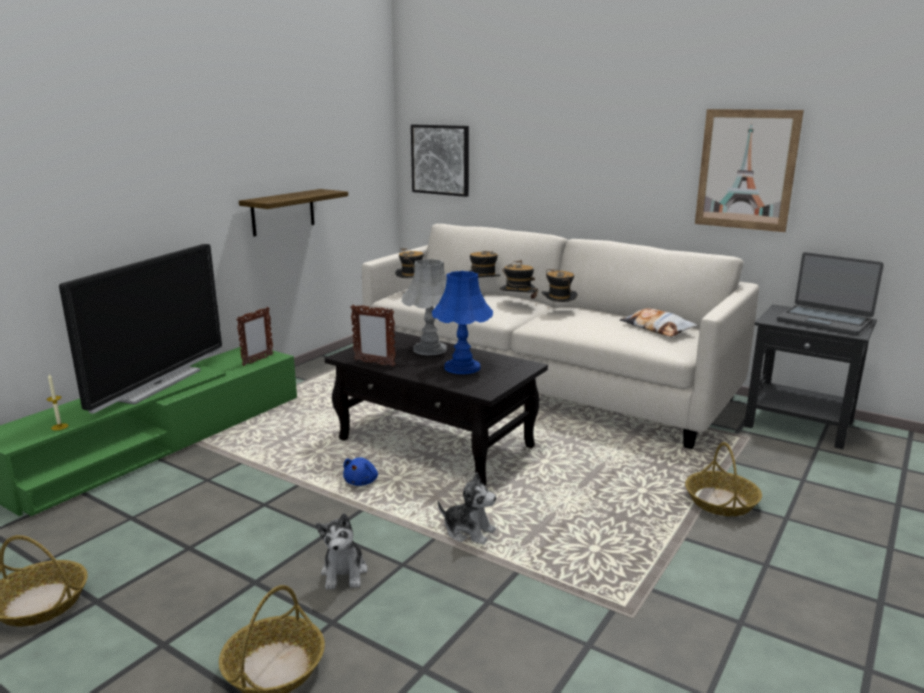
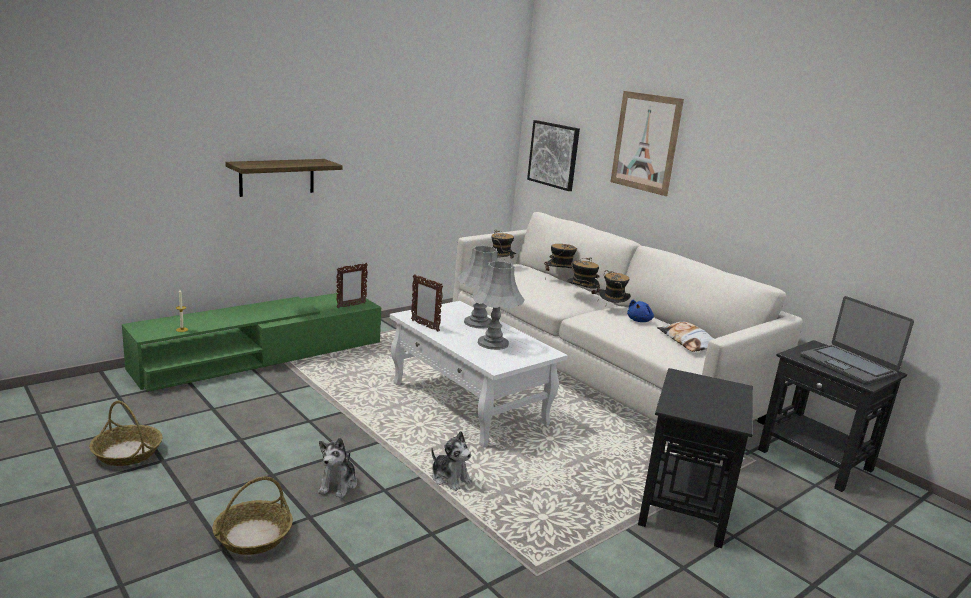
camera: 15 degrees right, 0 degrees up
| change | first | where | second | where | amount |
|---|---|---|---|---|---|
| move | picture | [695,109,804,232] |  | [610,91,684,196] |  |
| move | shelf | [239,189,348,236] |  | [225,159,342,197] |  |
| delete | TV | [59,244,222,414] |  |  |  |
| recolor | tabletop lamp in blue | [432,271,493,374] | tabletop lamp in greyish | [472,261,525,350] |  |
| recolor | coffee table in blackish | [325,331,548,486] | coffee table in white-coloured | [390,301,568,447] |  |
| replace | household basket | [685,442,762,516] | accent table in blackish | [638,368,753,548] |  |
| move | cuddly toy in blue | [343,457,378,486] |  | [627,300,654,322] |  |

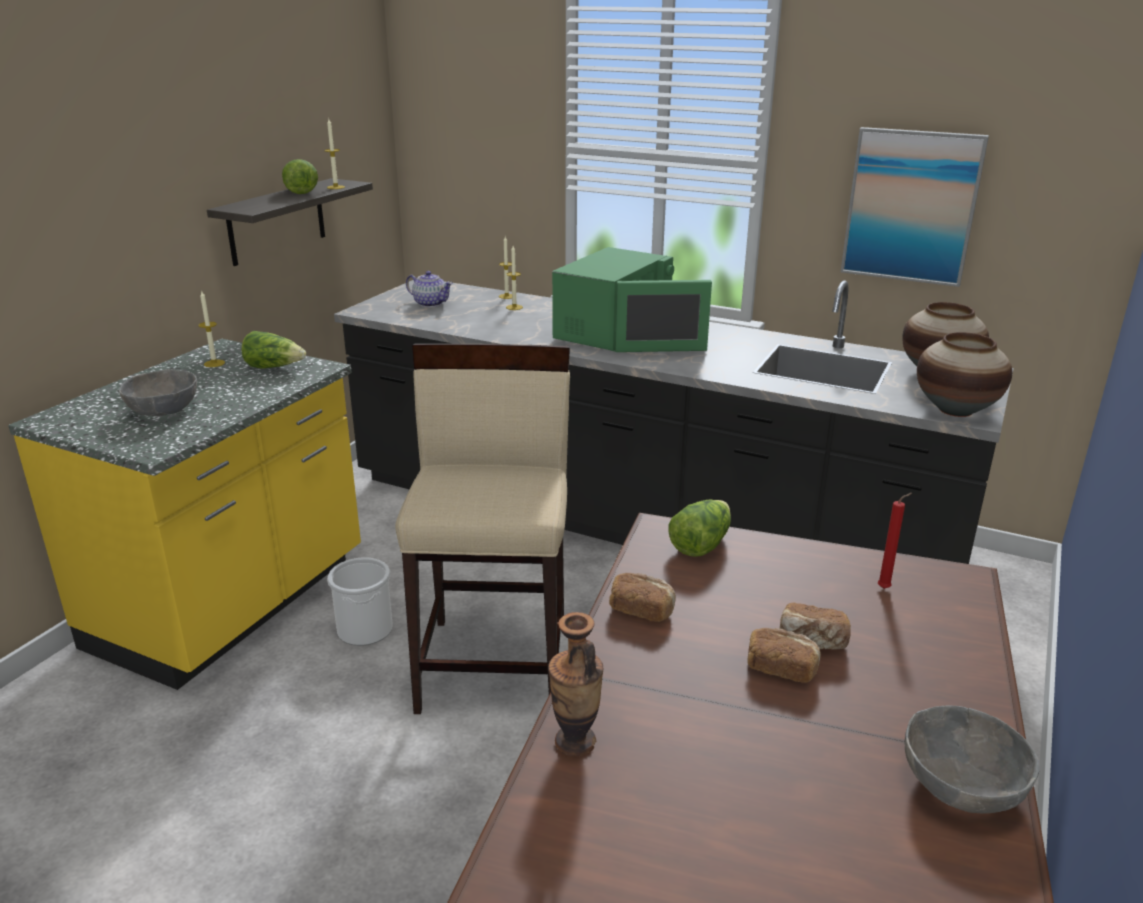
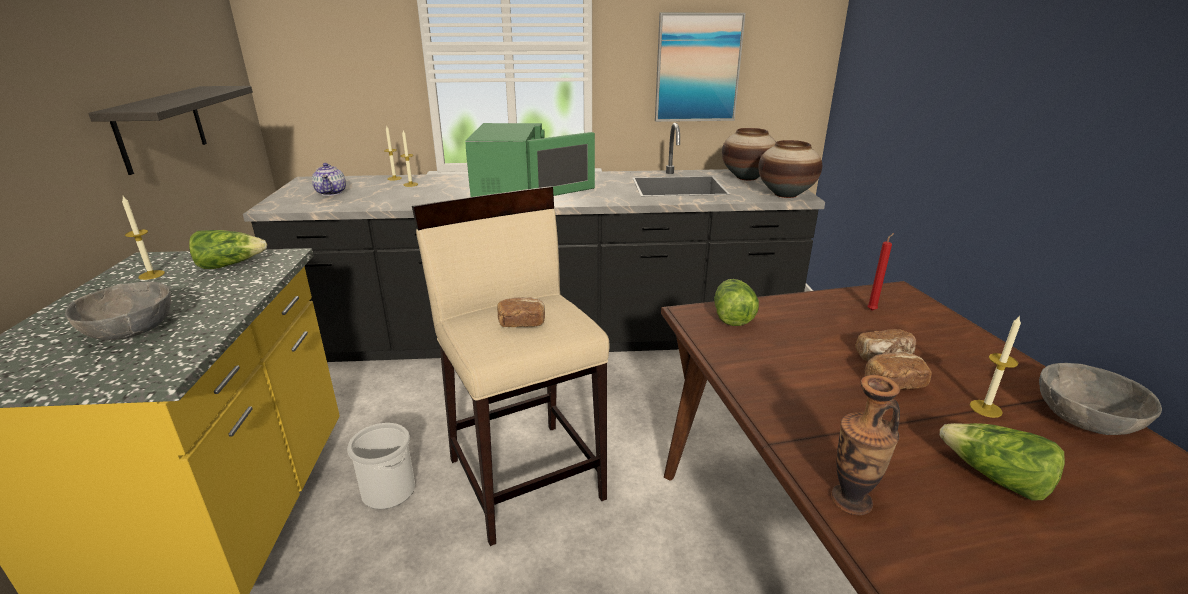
camera: 30 degrees left, 0 degrees up
| change | first | where | second | where | amount |
|---|---|---|---|---|---|
| move | wax light | [324,119,345,189] |  | [970,315,1021,418] |  |
| move | lettuce head | [282,159,318,194] |  | [940,423,1065,501] |  |
| rotate | teapot | [406,271,453,307] |  | [312,163,346,196] | 75 degrees clockwise |
| move | bakery bread | [609,573,676,622] |  | [497,297,545,327] |  |

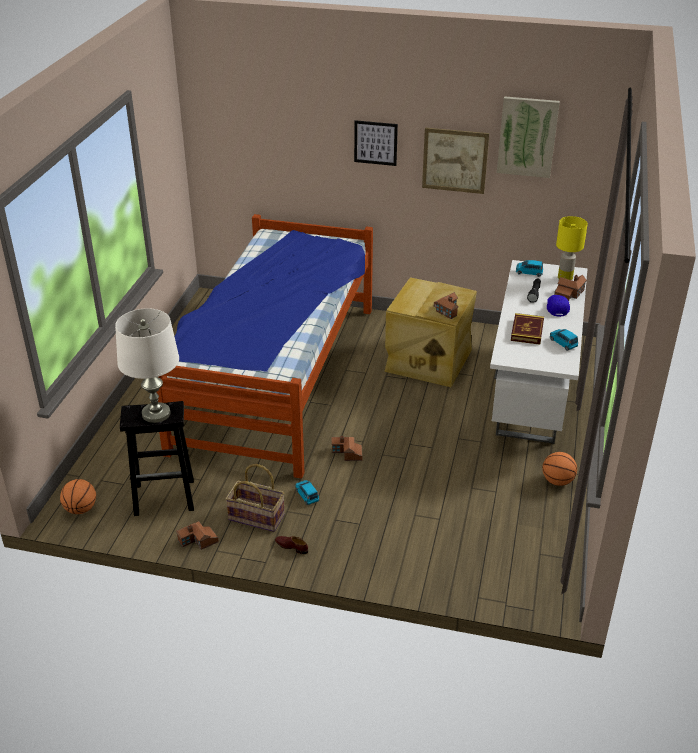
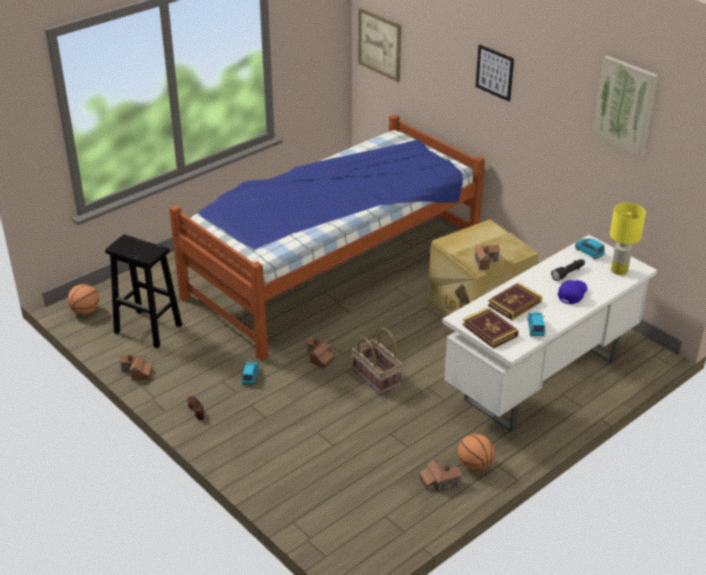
camera: 35 degrees right, 0 degrees up
| change | first | where | second | where | amount |
|---|---|---|---|---|---|
| move | picture | [422,128,489,194] |  | [358,8,401,82] |  |
| move | model house | [554,274,587,301] |  | [419,460,462,492] |  |
| delete | tabletop lamp in white-coloured | [115,308,179,423] |  |  |  |
| move | household basket | [225,464,285,532] |  | [352,328,402,395] |  |
| insert |  |  | bound book | [463,307,519,349] |  |

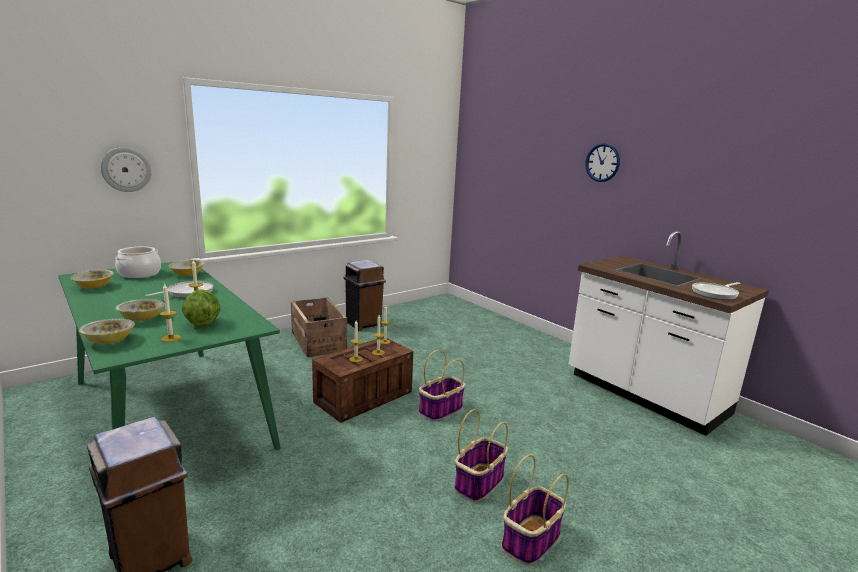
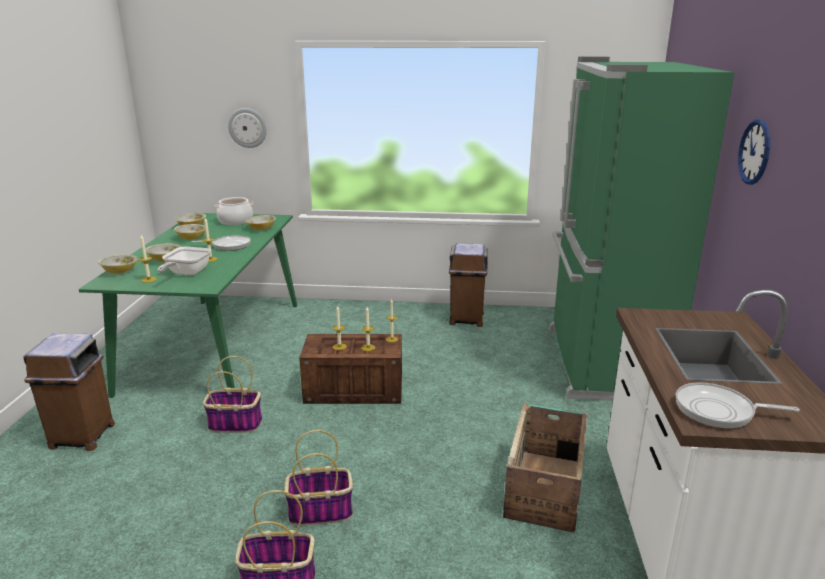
camera: 45 degrees right, 5 degrees up
| change | first | where | second | where | amount |
|---|---|---|---|---|---|
| replace | lettuce head | [182,289,220,327] | skillet | [158,247,211,275] |  |
| move | packing crate | [291,297,347,358] |  | [503,403,587,533] |  |
| move | household basket | [419,350,465,421] |  | [203,356,262,433] |  |
| insert |  |  | fridge in greenish | [549,56,735,401] |  |
| insert |  |  | deep dish | [174,224,205,240] |  |

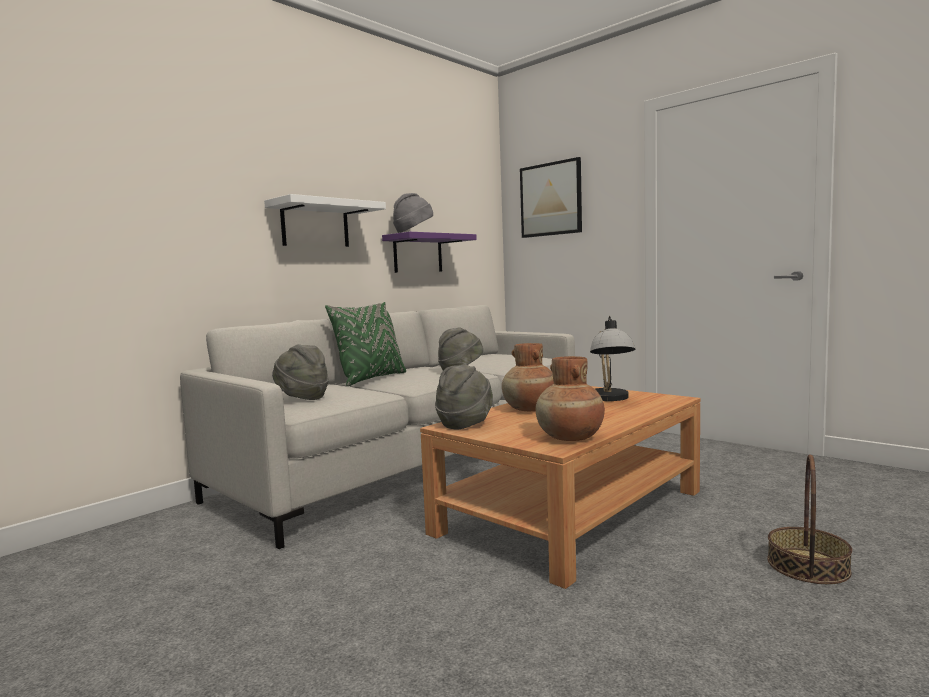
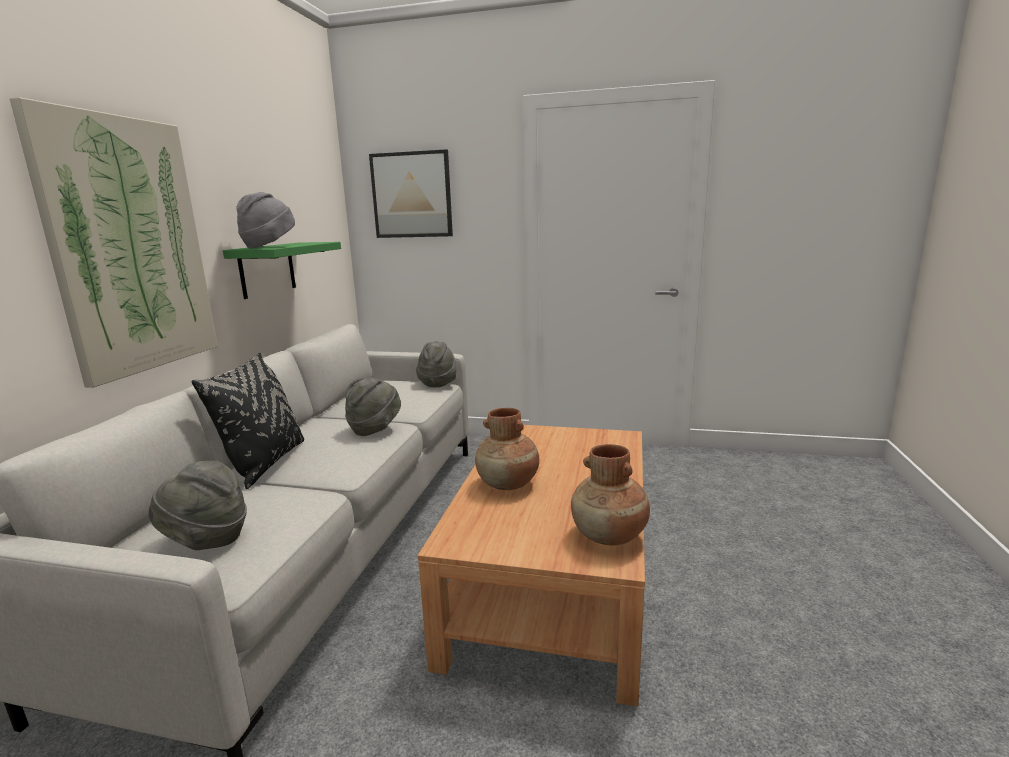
camera: 30 degrees left, 10 degrees up
| change | first | where | second | where | amount |
|---|---|---|---|---|---|
| replace | shelf in white-coloured | [264,194,386,247] | picture | [9,97,218,388] |  |
| recolor | shelf in purple | [382,232,477,273] | shelf in greenish | [223,242,341,299] |  |
| recolor | cushion in greenish | [325,302,406,386] | cushion in blackish | [192,353,304,489] |  |
| delete | tabletop lamp | [590,316,635,401] |  |  |  |
| move | wearable hat in greyish | [435,364,493,430] |  | [416,341,456,387] |  |
| delete | household basket | [767,454,852,584] |  |  |  |

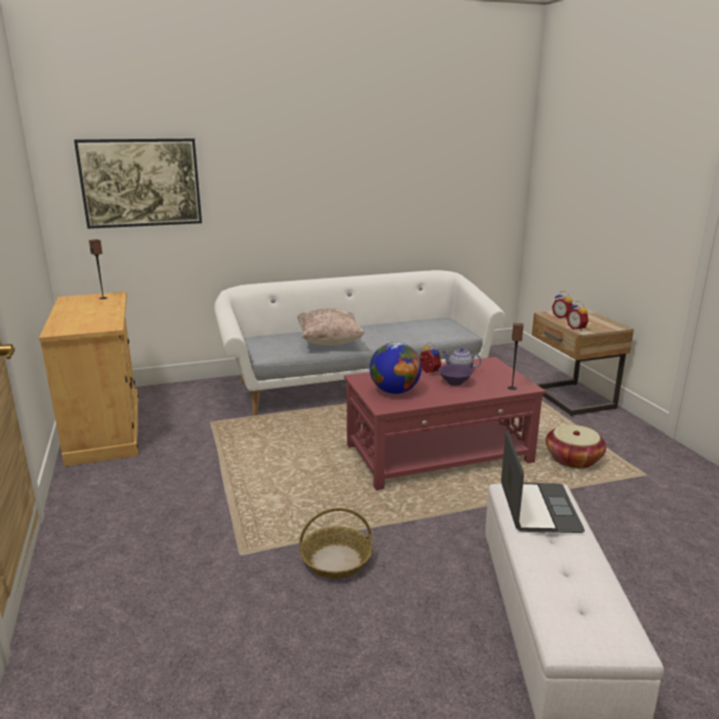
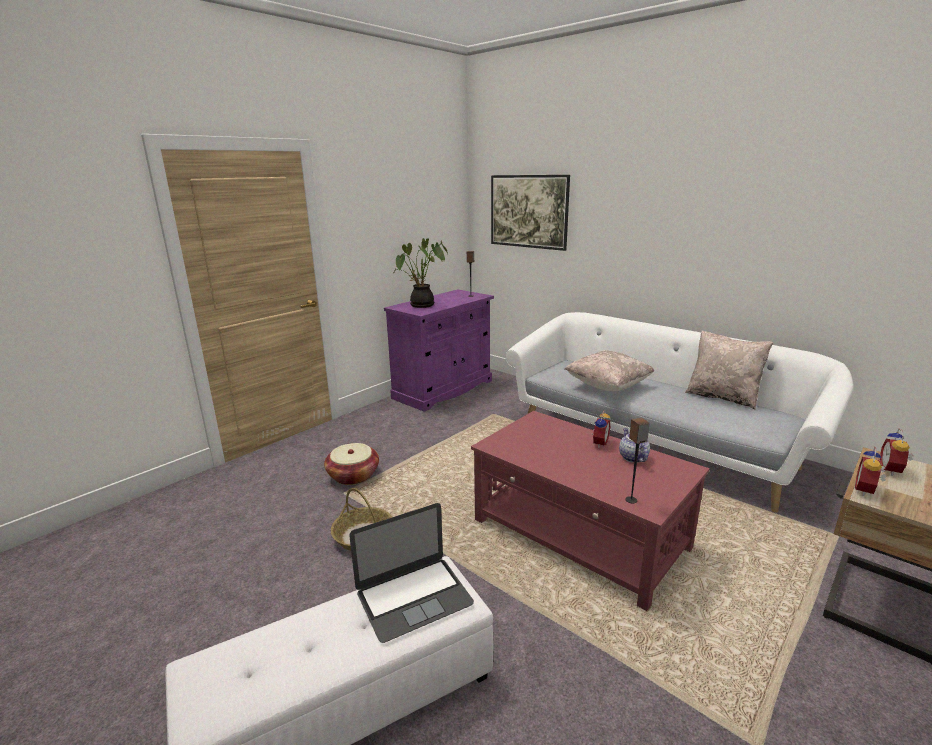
camera: 60 degrees right, 0 degrees up
| change | first | where | second | where | amount |
|---|---|---|---|---|---|
| recolor | cabinet in beige-coloured | [39,292,138,467] | cabinet in purple | [384,289,494,412] |  |
| delete | globe | [370,342,421,394] |  |  |  |
| delete | deep dish in purple | [438,364,473,386] |  |  |  |
| move | household basket | [546,425,606,469] |  | [324,443,379,485] |  |
| insert |  |  | plant in a pot | [393,238,448,308] |  |
| insert |  |  | cushion in beige-coloured | [685,330,773,410] |  |

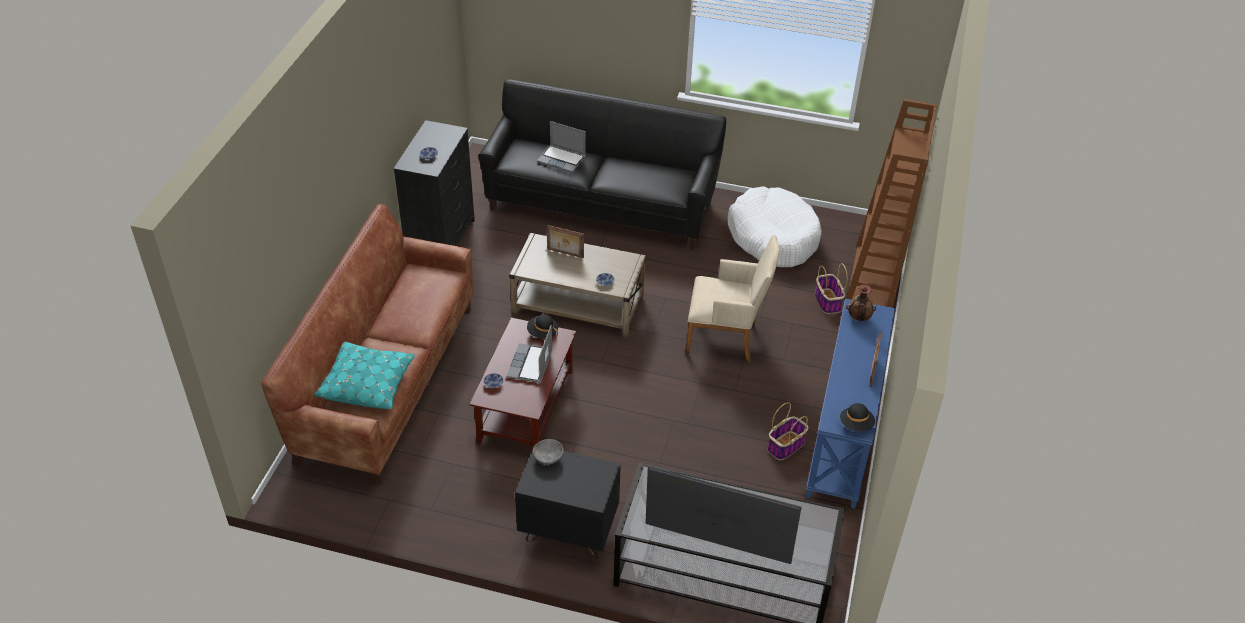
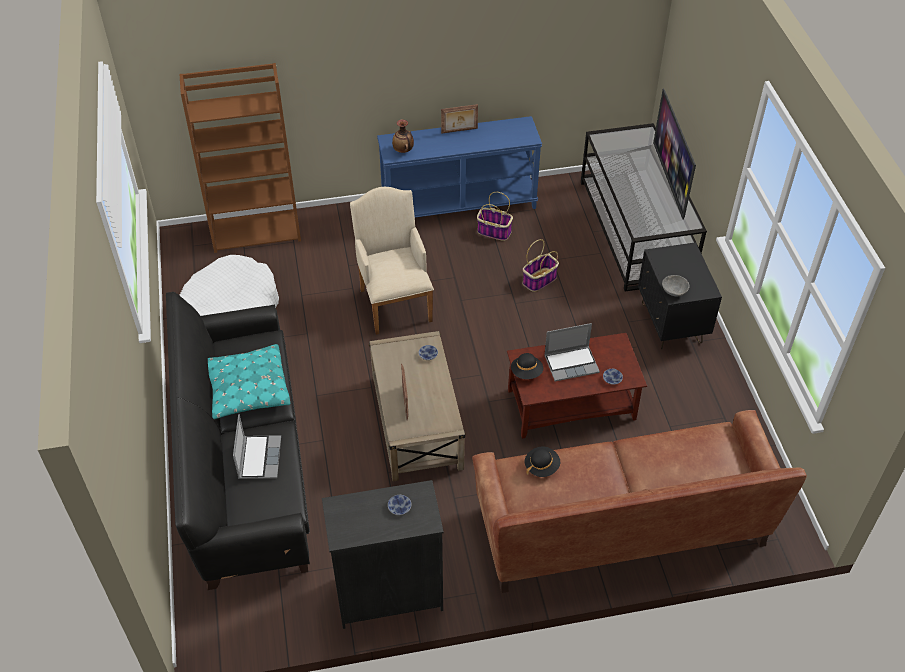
camera: 115 degrees left, 5 degrees up
| change | first | where | second | where | amount |
|---|---|---|---|---|---|
| move | household basket | [815,263,848,314] |  | [522,239,559,292] |  |
| move | cushion in turquoise-coloured | [314,342,415,409] |  | [208,344,290,419] |  |
| move | wearable hat in blackish | [840,403,875,431] |  | [525,446,560,477] |  |

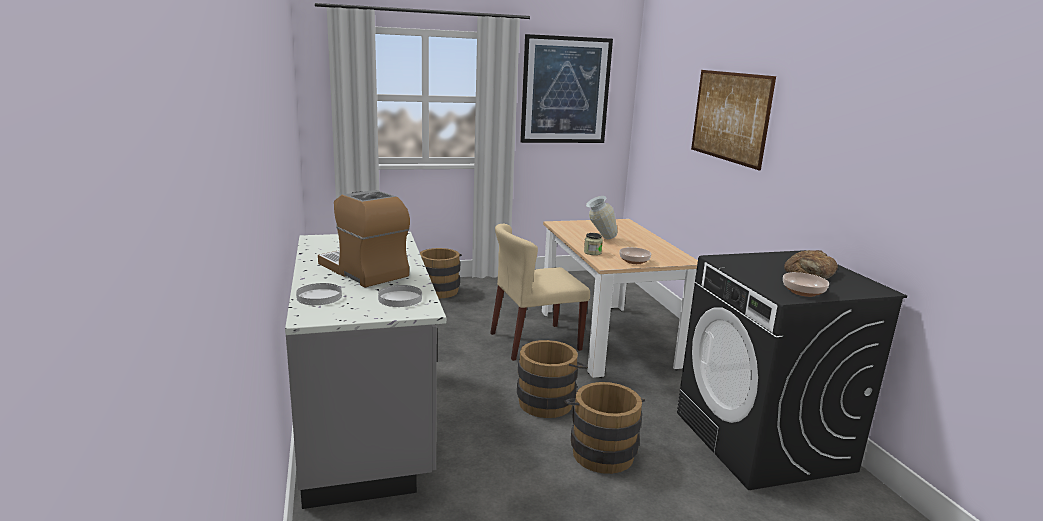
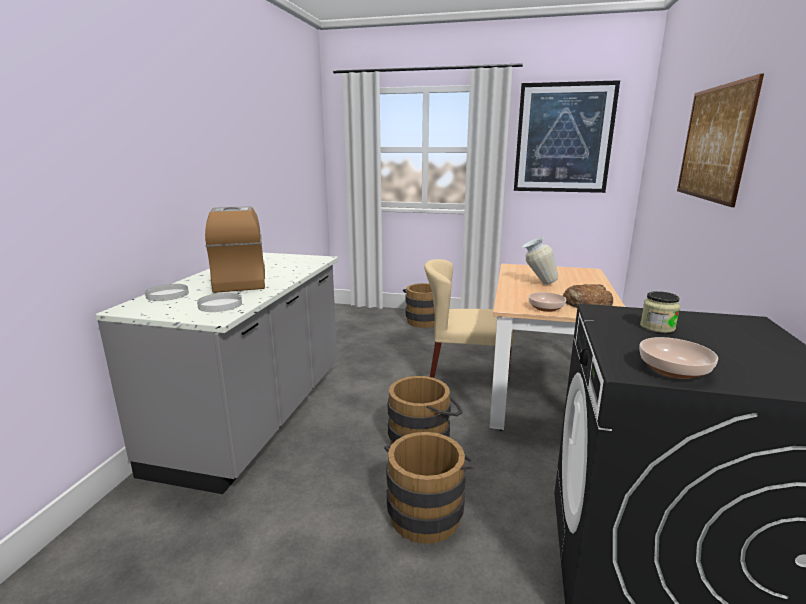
camera: 30 degrees right, 0 degrees up
| change | first | where | second | where | amount |
|---|---|---|---|---|---|
| move | preserve jar | [584,233,603,255] |  | [640,291,680,333] |  |
| move | bakery bread | [784,250,838,279] |  | [563,284,613,308] |  |

